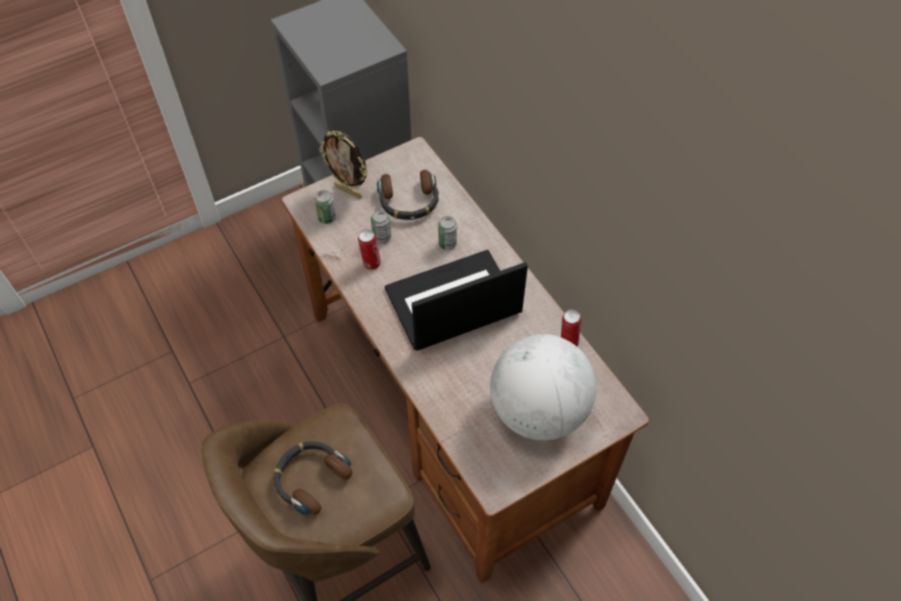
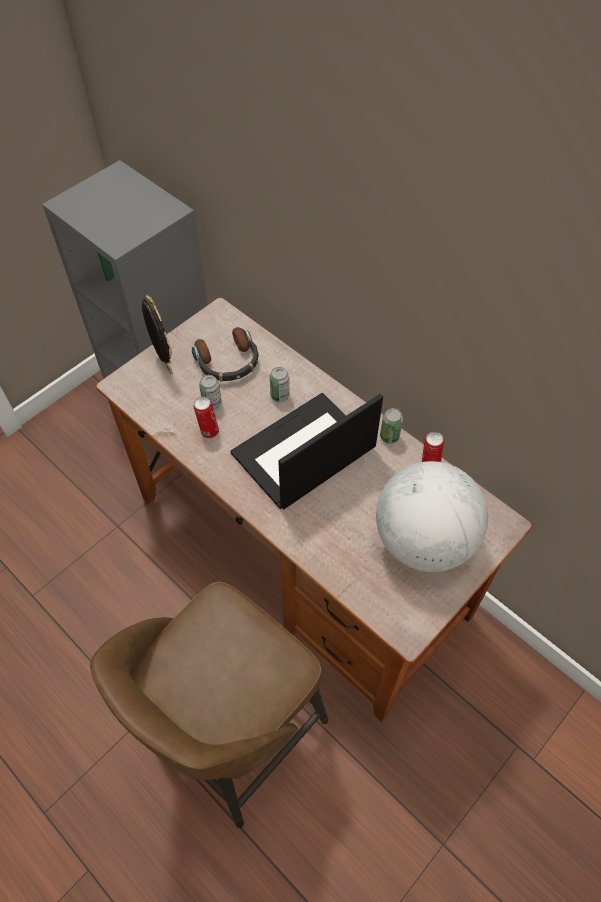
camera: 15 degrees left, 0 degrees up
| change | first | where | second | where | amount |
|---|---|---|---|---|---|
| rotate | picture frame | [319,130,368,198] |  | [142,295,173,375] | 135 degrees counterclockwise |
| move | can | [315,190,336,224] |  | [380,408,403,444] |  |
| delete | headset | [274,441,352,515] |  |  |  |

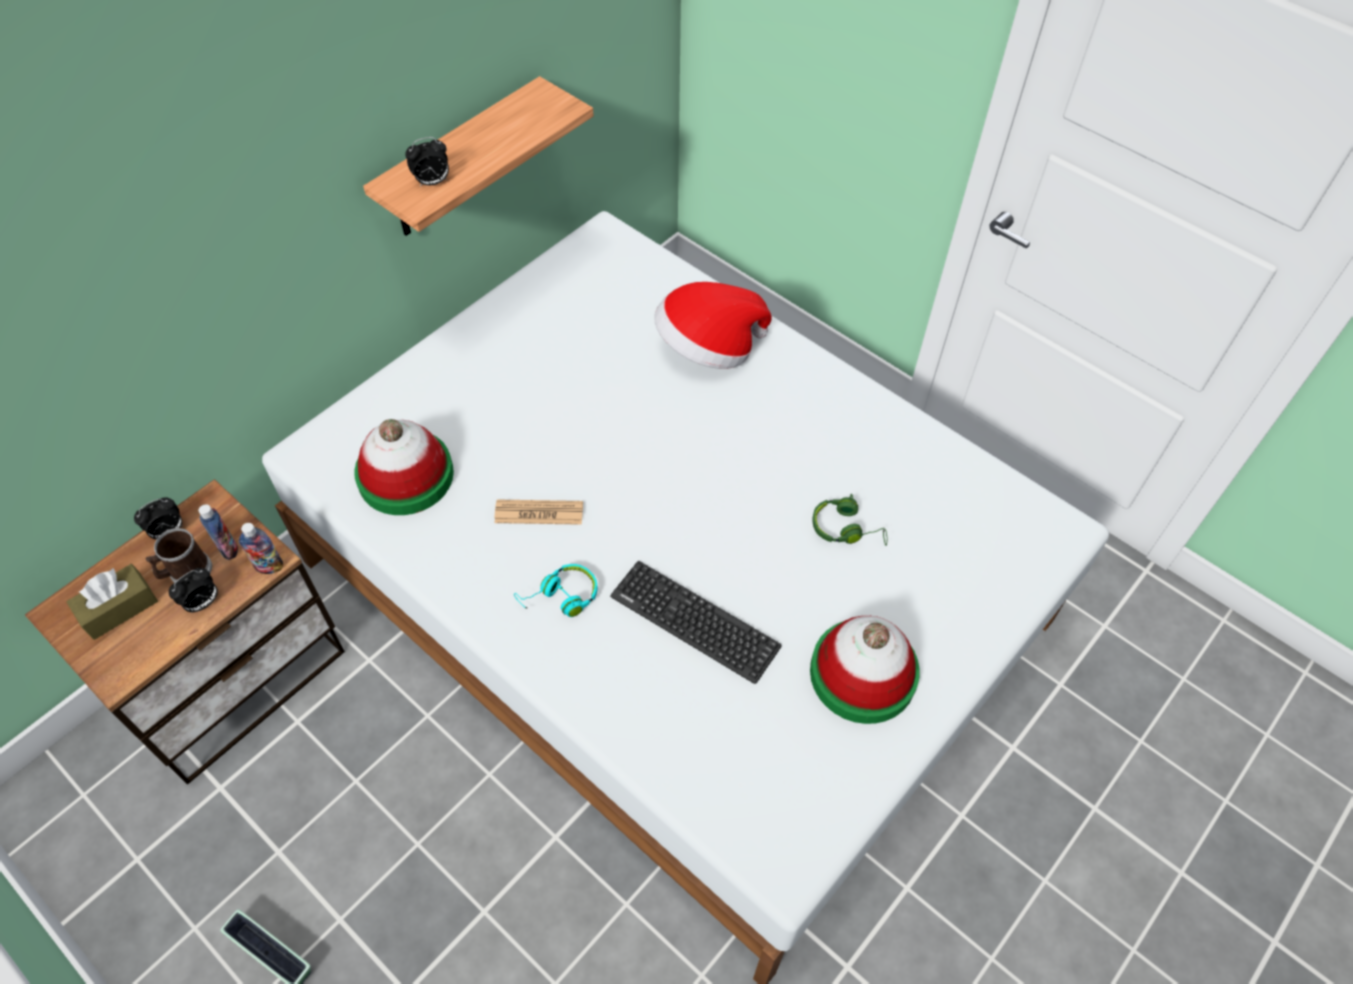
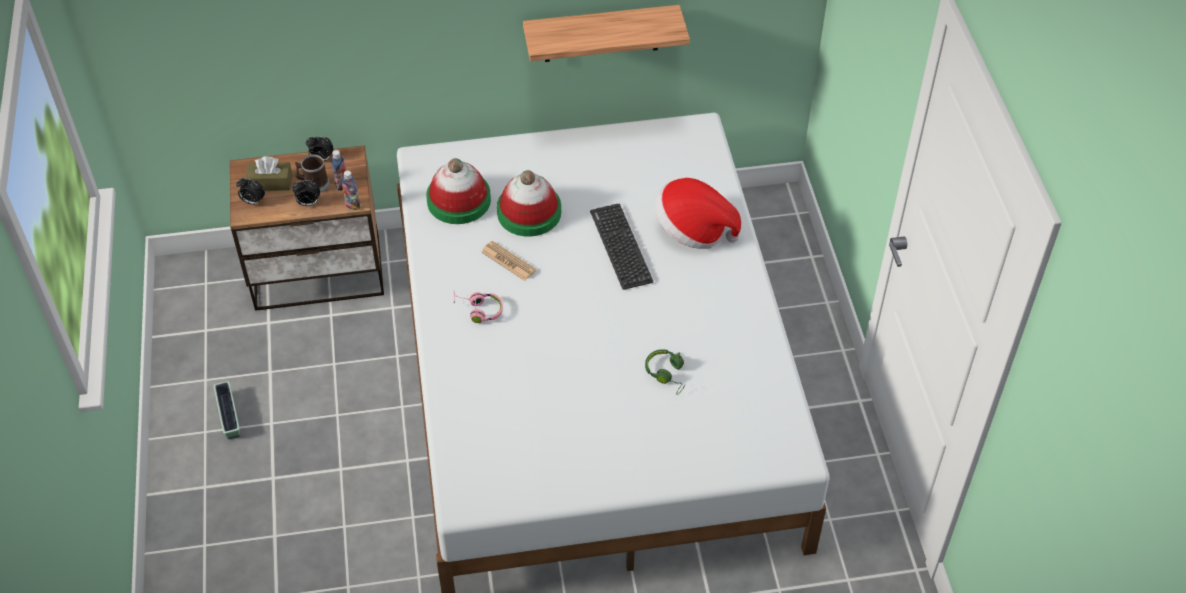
camera: 40 degrees right, 5 degrees down
| change | first | where | second | where | amount |
|---|---|---|---|---|---|
| move | bedside clock | [405,137,449,187] |  | [236,178,265,205] |  |
| move | computer keyboard | [610,561,782,684] |  | [590,204,653,290] |  |
| recolor | headset in turquoise-coloured | [514,564,598,617] | headset in pink-coloured | [454,292,503,323] |  |
| move | wearable hat | [810,616,920,724] |  | [497,170,561,237] |  |

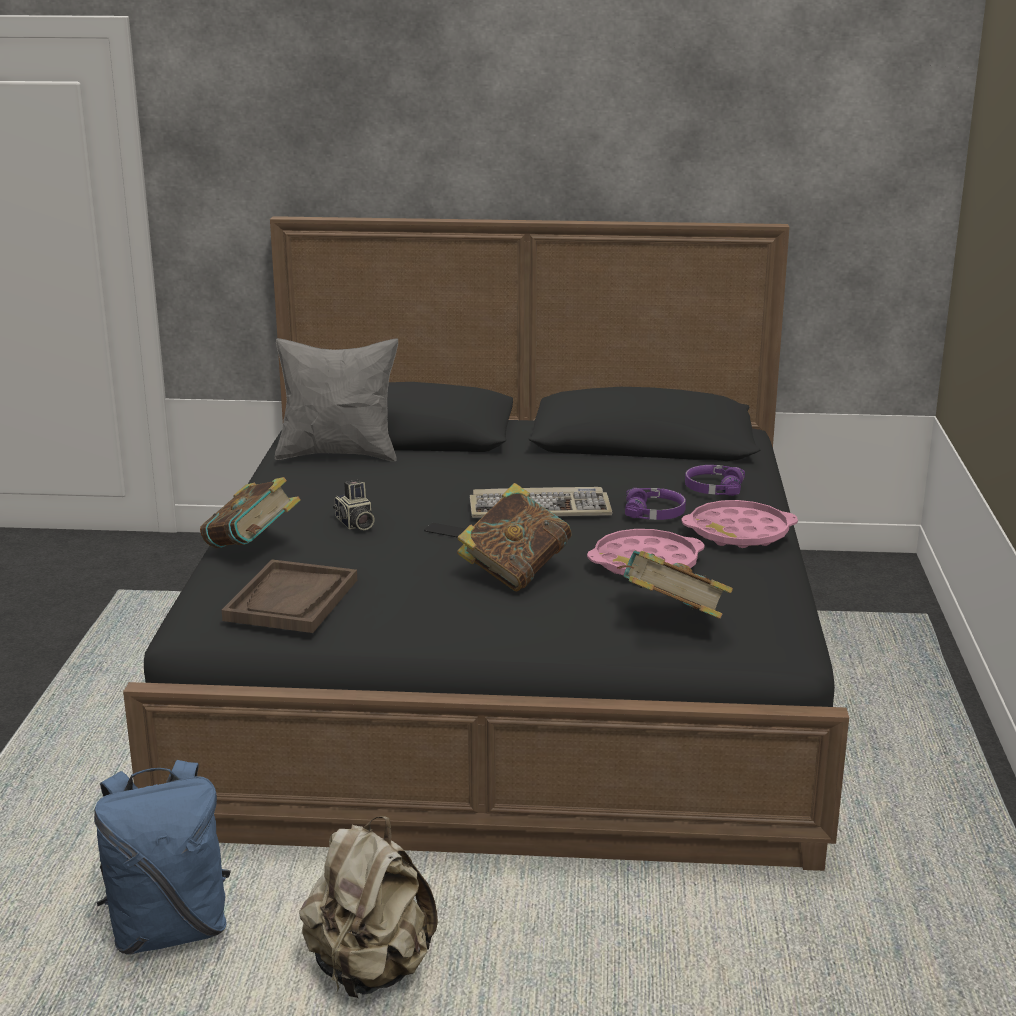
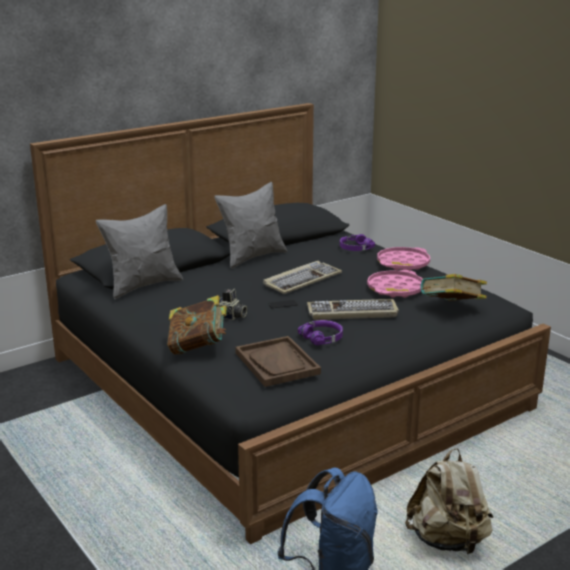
camera: 40 degrees left, 0 degrees up
| change | first | where | second | where | amount |
|---|---|---|---|---|---|
| replace | bound book | [457,483,572,591] | computer keyboard | [307,299,399,320] |  |
| move | headset in purple | [625,488,686,520] |  | [298,320,343,345] |  |
| insert |  |  | cushion in greyish | [214,182,287,269] |  |

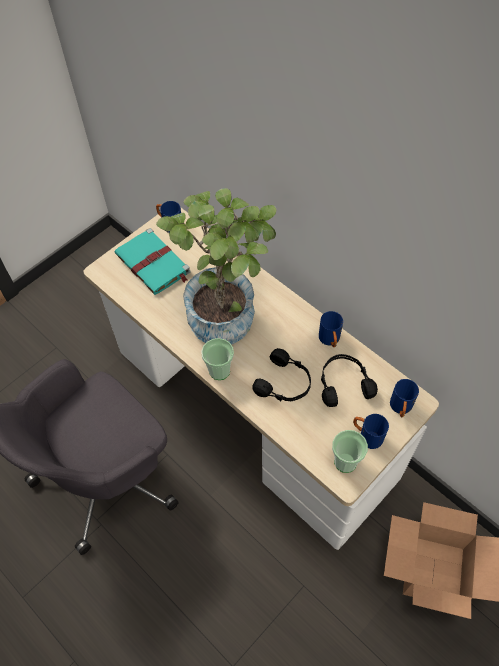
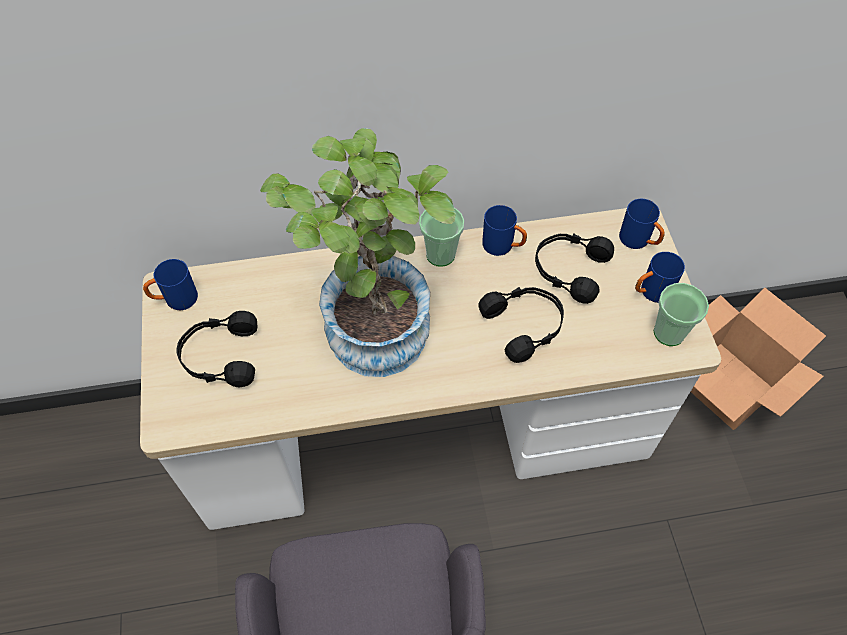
camera: 55 degrees left, 0 degrees up
| change | first | where | second | where | amount |
|---|---|---|---|---|---|
| replace | bound book in turquoise-coloured | [114,228,191,295] | headset in blackish | [177,311,258,387] |  |
| move | cup | [201,338,234,380] |  | [419,208,464,267] |  |

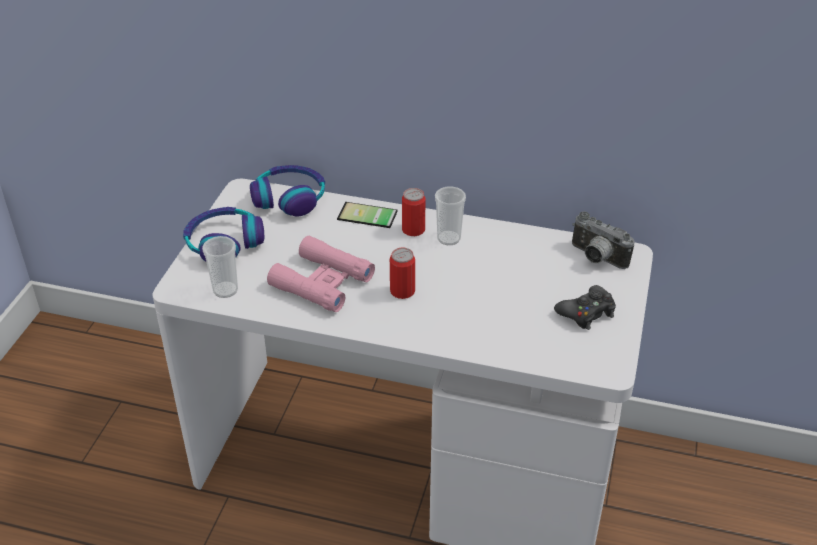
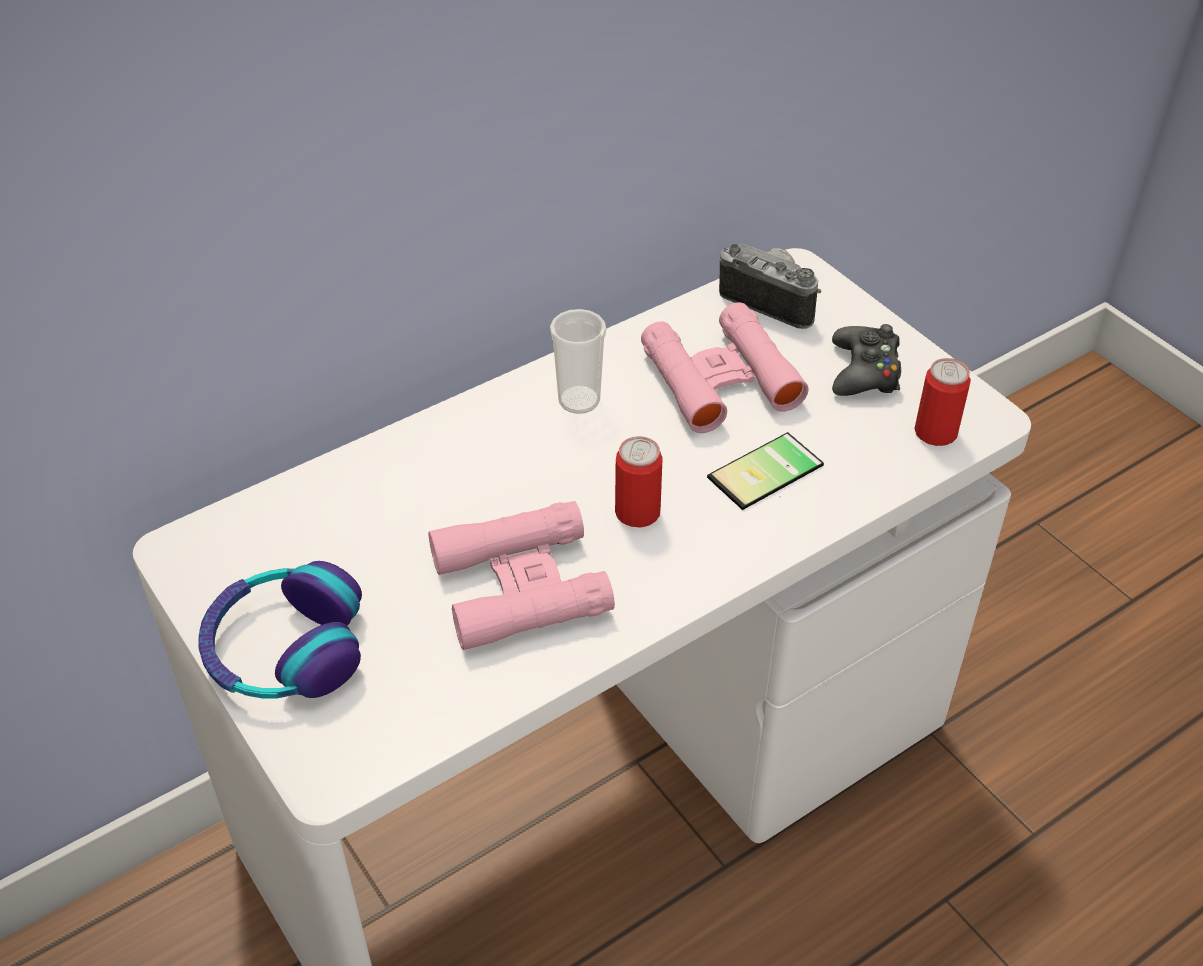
camera: 50 degrees left, 5 degrees up
| change | first | where | second | where | amount |
|---|---|---|---|---|---|
| delete | headset | [250,165,325,217] |  |  |  |
| move | can | [402,188,426,236] |  | [914,358,971,446] |  |
| move | handset | [337,202,398,228] |  | [707,432,824,510] |  |
| rotate | photo camera | [572,212,635,269] |  | [719,244,821,329] | 135 degrees counterclockwise |
| delete | cup | [202,236,238,298] |  |  |  |
| insert |  |  | field glasses in pink-coloured | [641,302,809,433] |  |

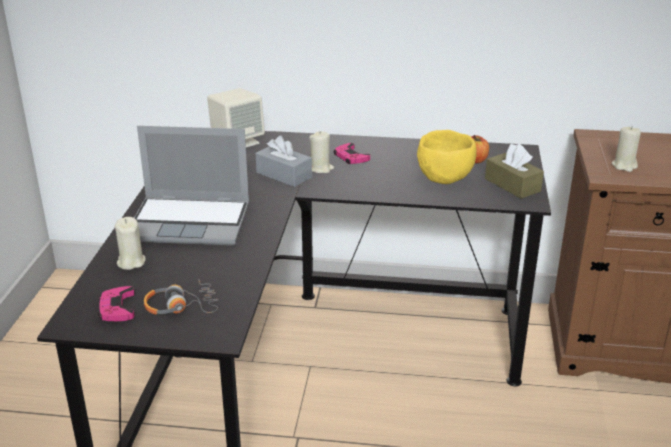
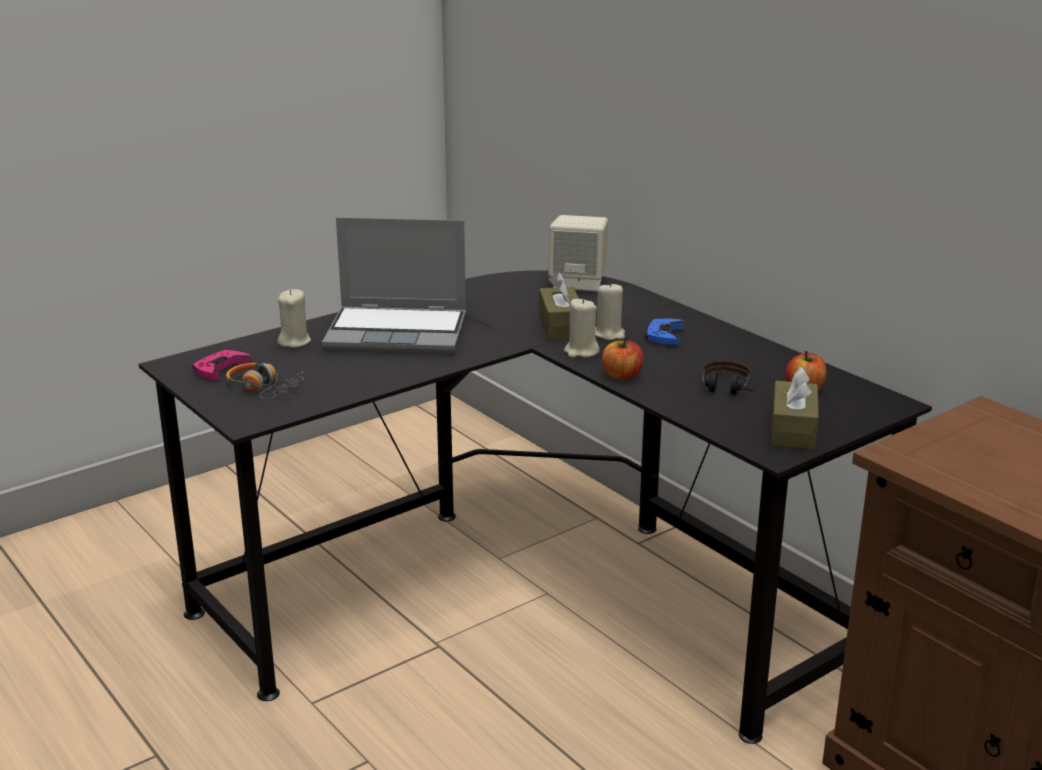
camera: 45 degrees right, 5 degrees down
| change | first | where | second | where | amount |
|---|---|---|---|---|---|
| rotate | notebook computer | [134,126,249,246] |  | [322,217,466,354] | 45 degrees counterclockwise |
| move | wax light in beige-coloured | [612,126,641,172] |  | [564,298,600,357] |  |
| replace | deep dish in yellowish | [417,130,477,184] | headset | [702,361,754,395] |  |
| recolor | tissue holder in greyish | [256,136,312,187] | tissue holder in brownish | [539,272,579,340] |  |
| recolor | game controller in pink-coloured | [334,143,370,164] | game controller in blue | [645,318,685,345] |  |
| insert |  |  | apple | [602,338,644,380] |  |

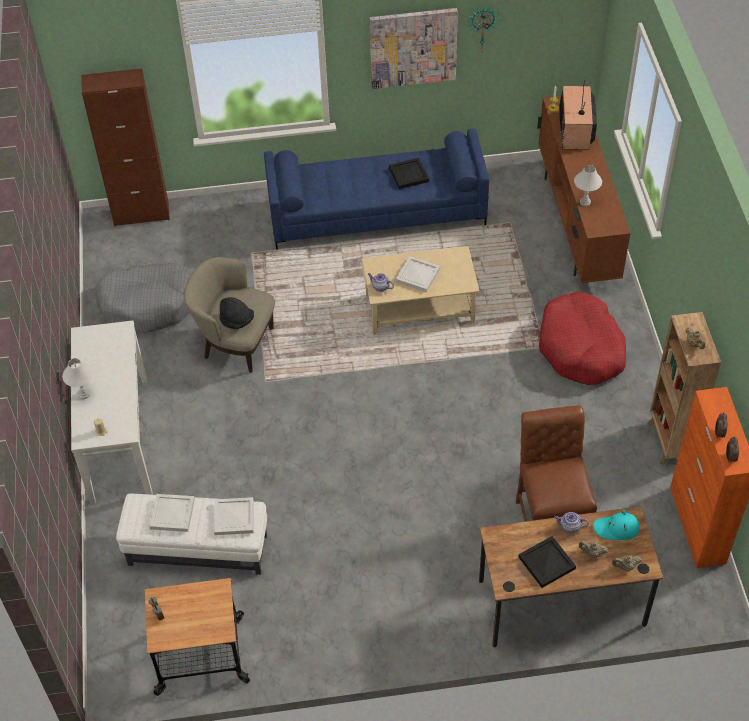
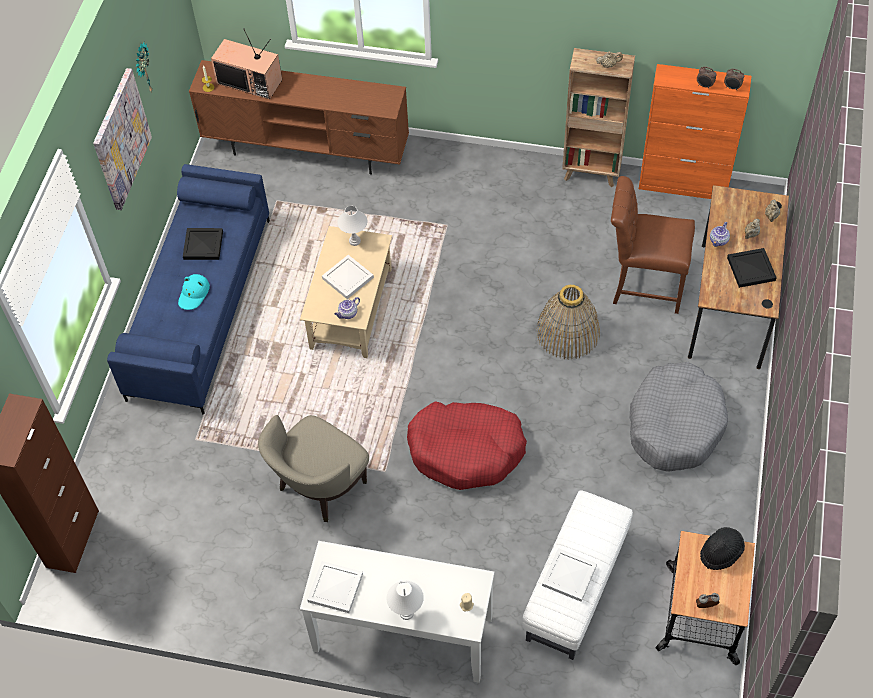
camera: 70 degrees left, 5 degrees up
| change | first | where | second | where | amount |
|---|---|---|---|---|---|
| move | tabletop lamp in white-coloured | [574,165,602,206] |  | [337,206,367,246] |  |
| move | pet bed in greyish | [95,263,192,333] |  | [630,362,728,472] |  |
| move | pet bed in red-coloured | [539,292,626,385] |  | [407,401,527,490] |  |
| move | wearable hat in blackish | [219,297,254,329] |  | [700,527,745,570] |  |
| move | carrying tray in white-coloured | [214,497,254,535] |  | [307,561,363,613] |  |
| move | wearable hat in turquoise-coloured | [593,510,640,540] |  | [178,274,210,310] |  |
| insert |  |  | household basket | [536,285,600,360] |  |

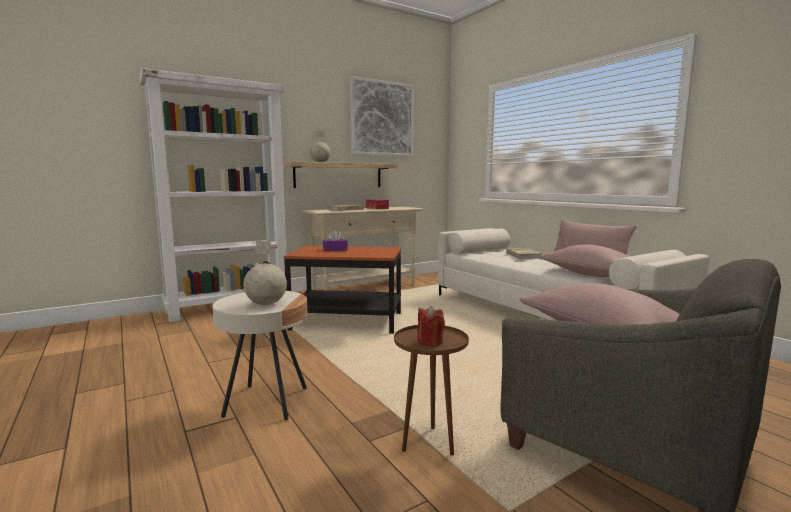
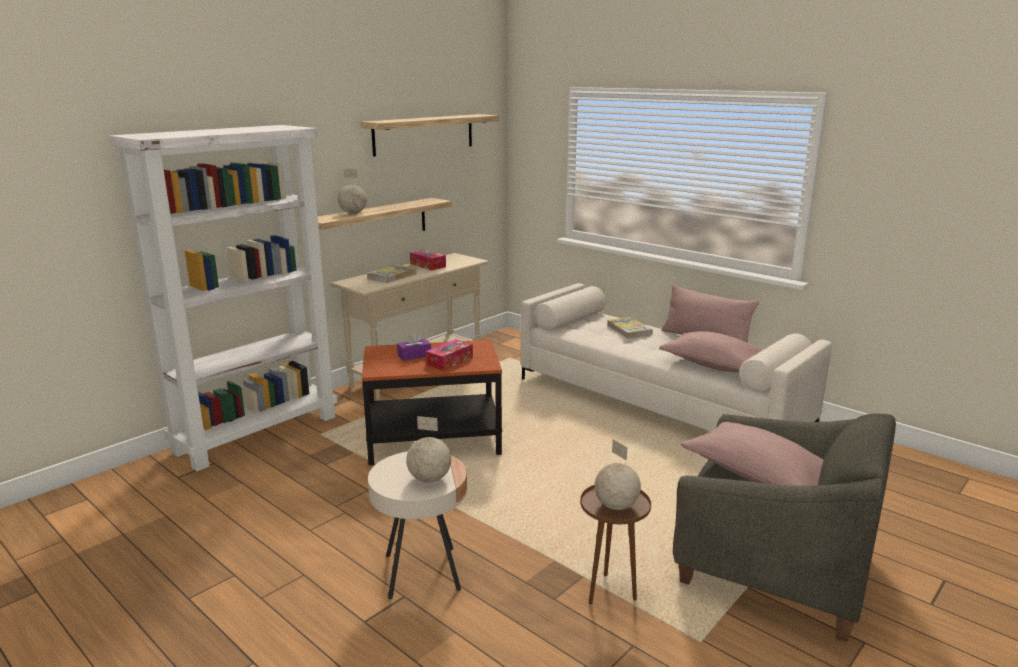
camera: 15 degrees left, 10 degrees up
| change | first | where | second | where | amount |
|---|---|---|---|---|---|
| replace | picture | [350,76,414,157] | shelf | [361,114,499,157] |  |
| replace | wax light in red-coloured | [417,306,445,346] | globe | [594,439,641,510] |  |
| insert |  |  | tissue holder | [426,339,473,371] |  |

